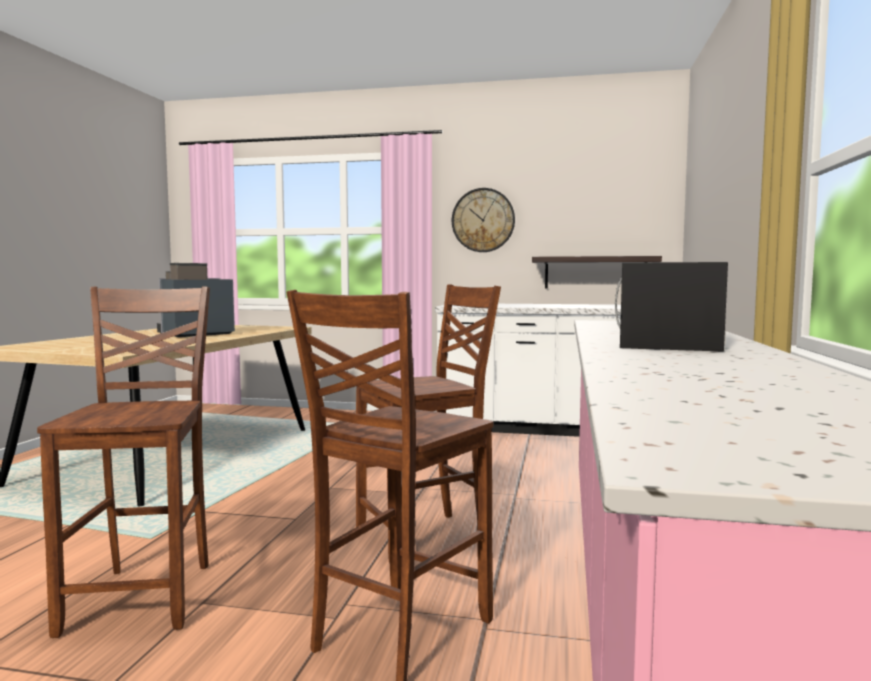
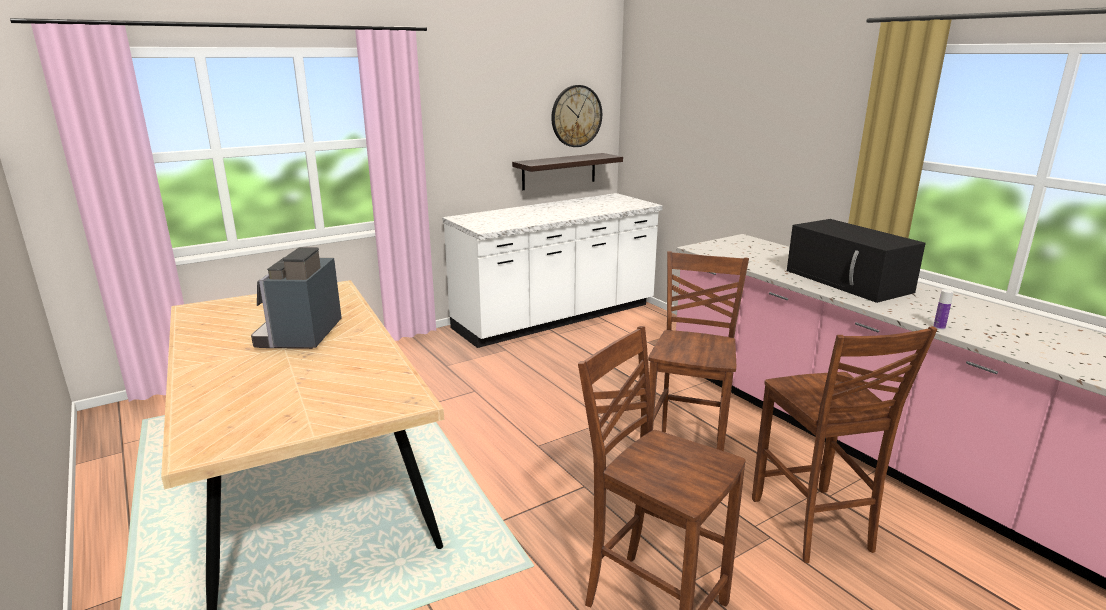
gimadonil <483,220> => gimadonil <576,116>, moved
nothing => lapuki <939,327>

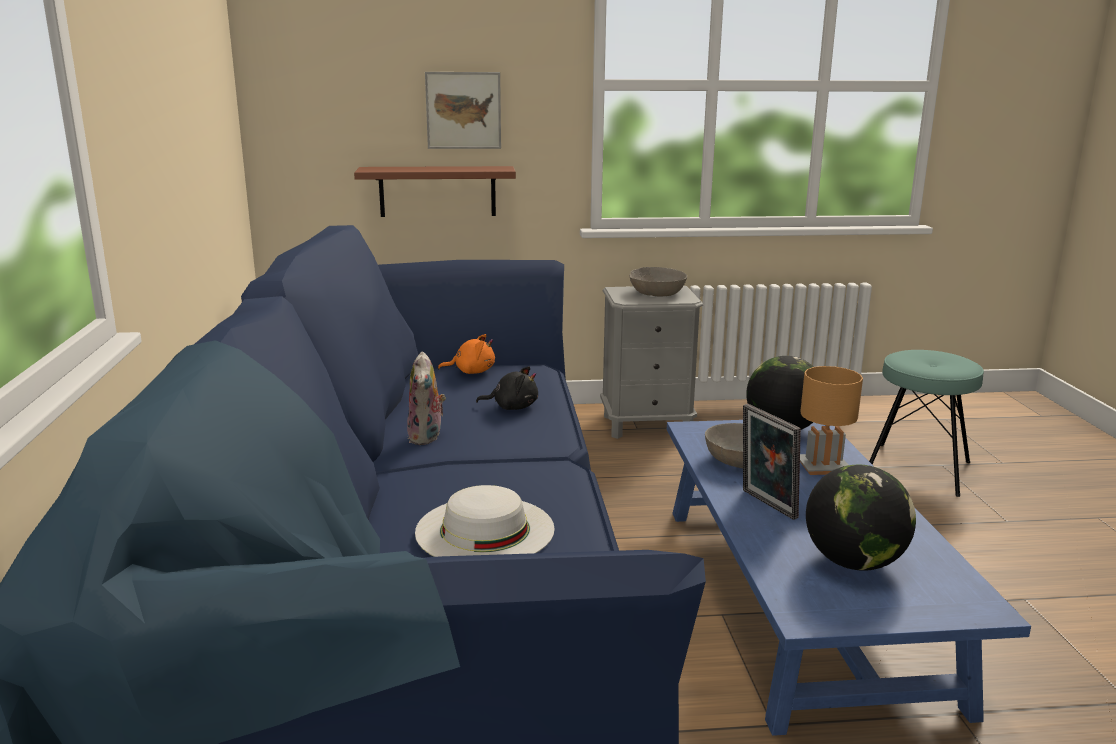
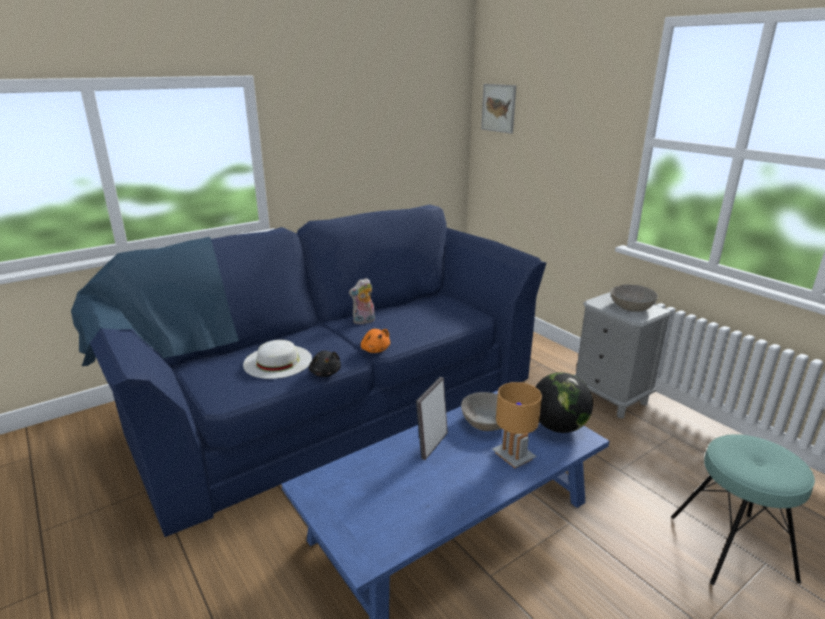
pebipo <463,110> => pebipo <498,108>, moved
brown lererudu <437,191> => nothing
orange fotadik <471,372> => orange fotadik <375,349>, moved
black fotadik <512,407> => black fotadik <325,373>, moved
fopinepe <853,562> => nothing

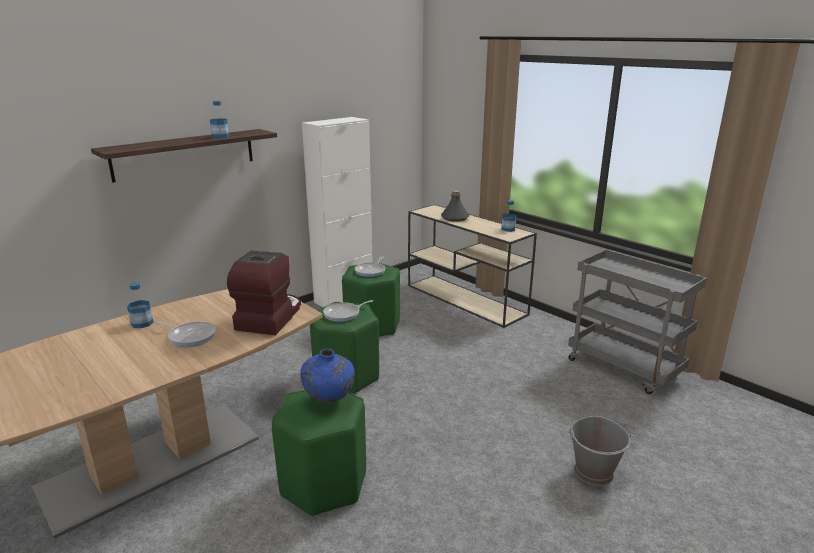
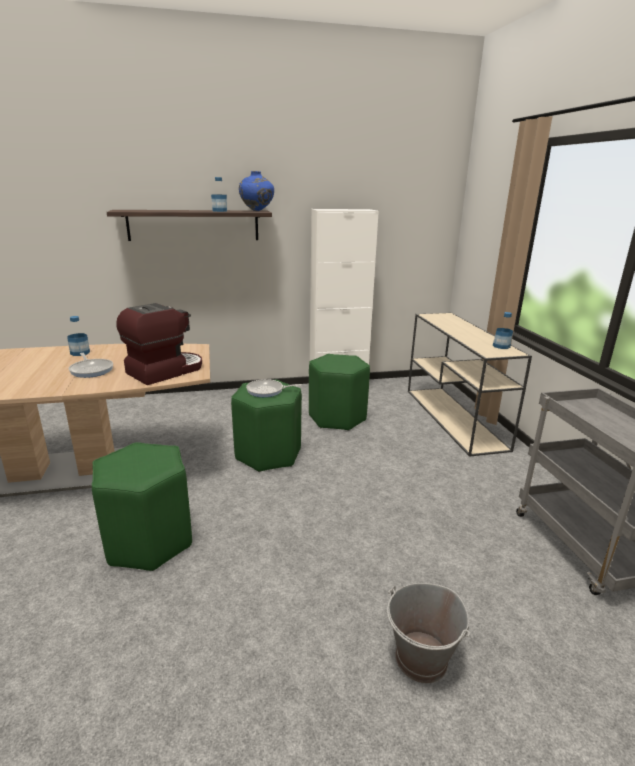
grey lapuki <455,218> => nothing
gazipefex <371,271> => nothing
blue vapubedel <329,400> => blue vapubedel <257,211>, moved

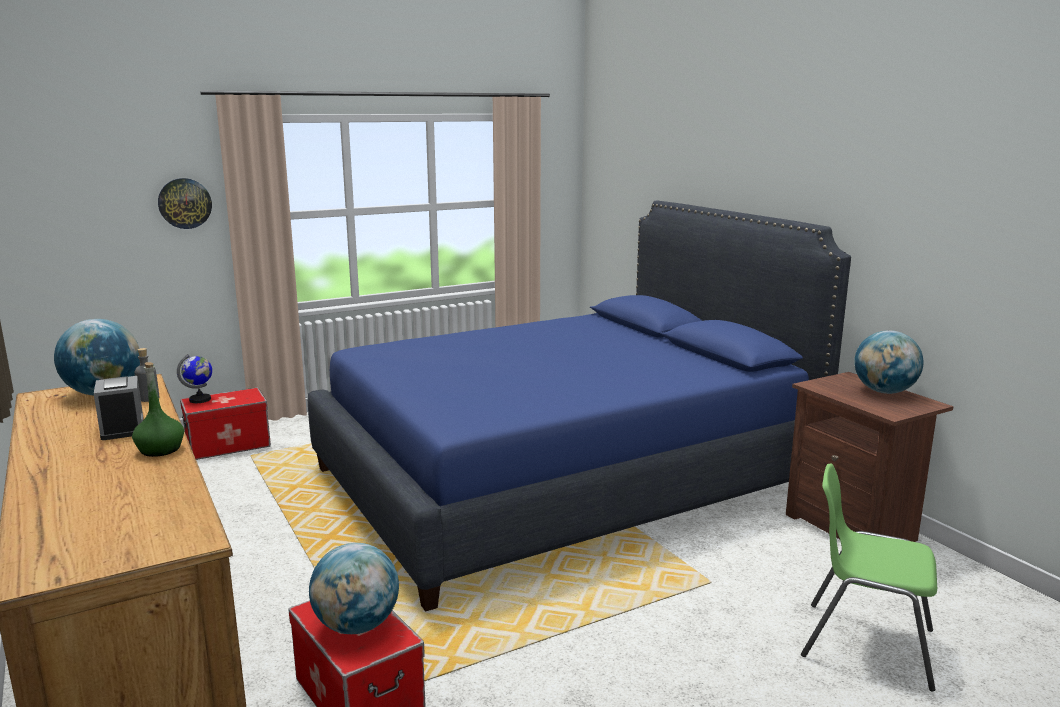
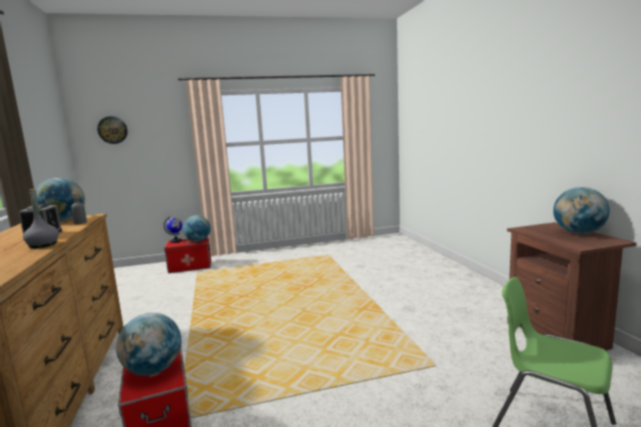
gimadonil <185,203> => gimadonil <112,130>, moved
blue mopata <562,481> => nothing
green lapuki <161,449> => grey lapuki <43,245>
nothing => fopinepe <198,241>

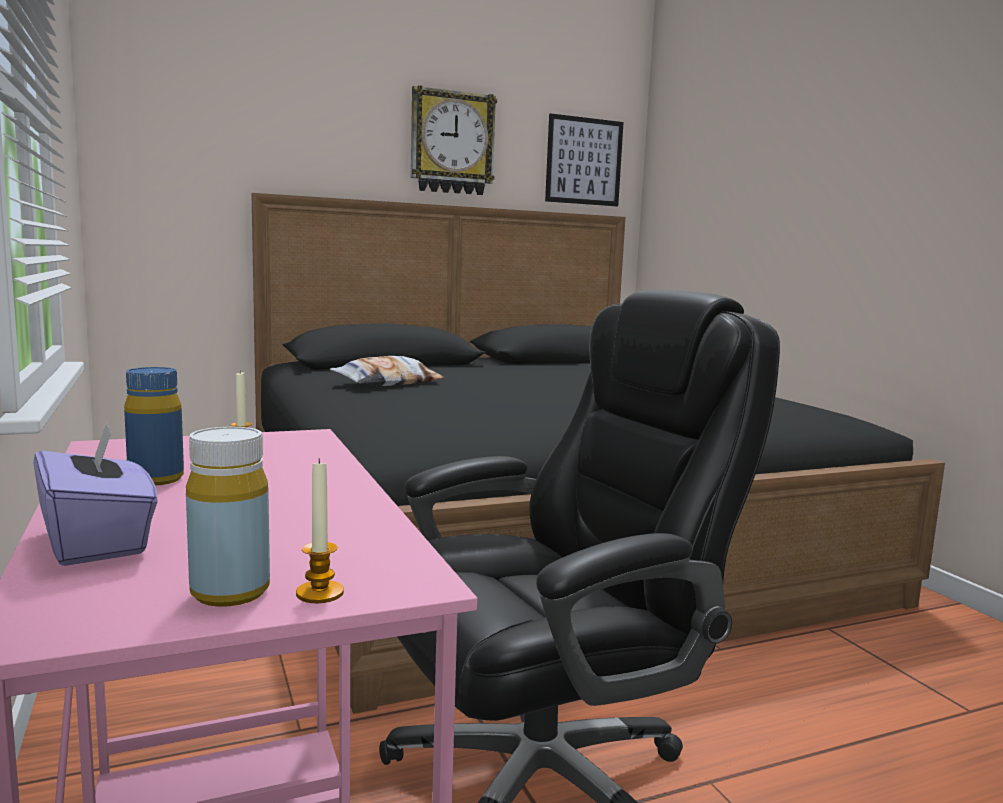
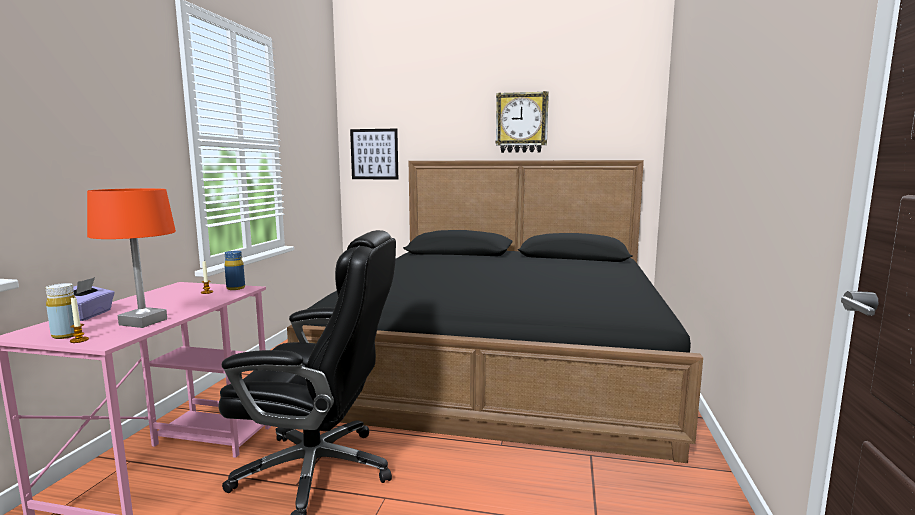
pebipo <584,161> => pebipo <374,154>, moved
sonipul <387,382> => nothing
blue lapuki <156,479> => blue lapuki <235,288>, moved
nothing => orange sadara <143,322>

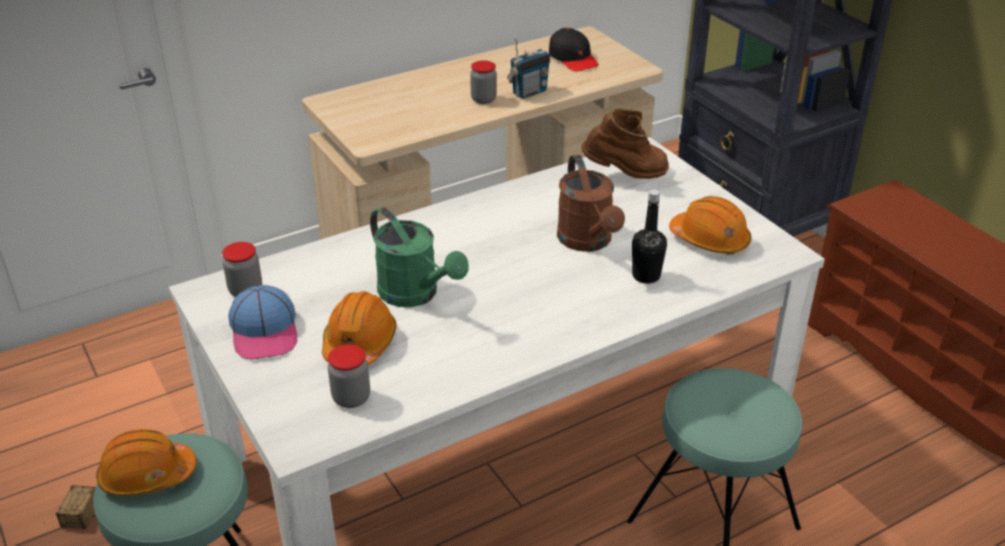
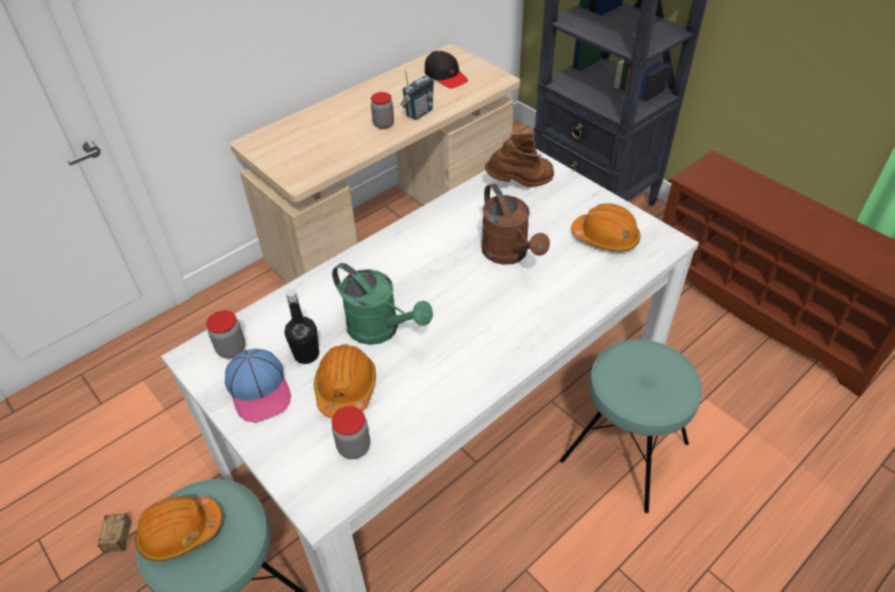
black lapuki <646,276> => black lapuki <306,354>, moved

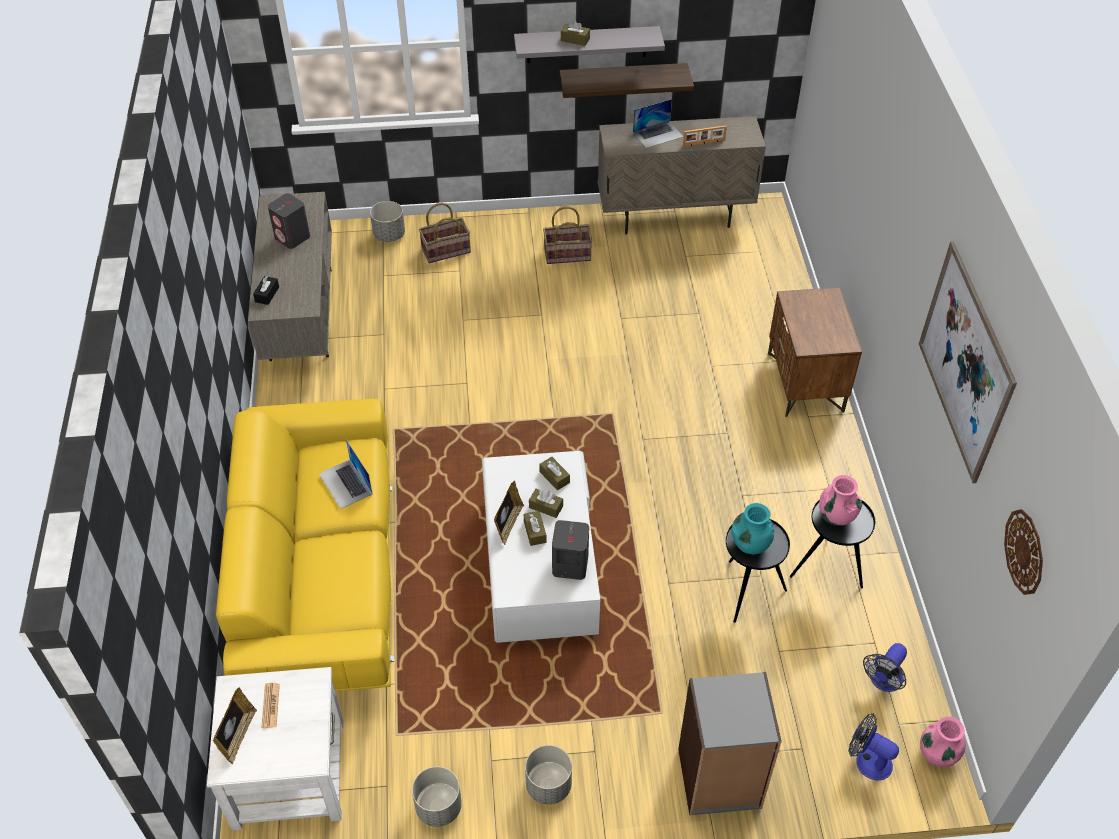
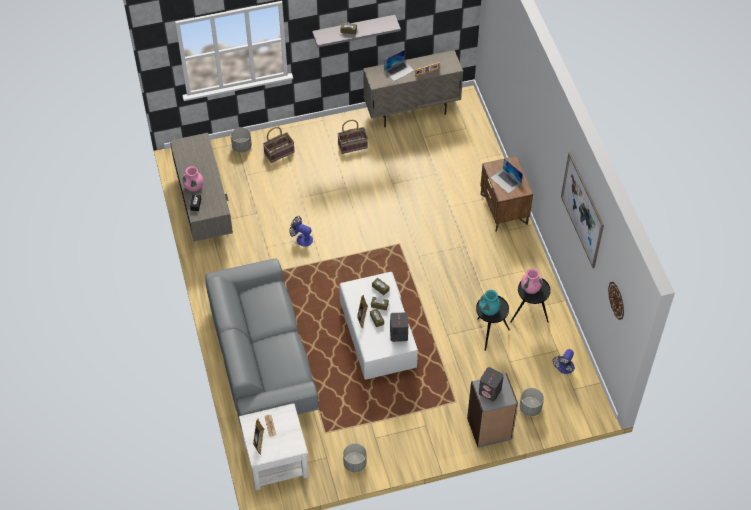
lererudu <623,80> => nothing
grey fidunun <292,237> => grey fidunun <490,391>, moved
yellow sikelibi <321,573> => grey sikelibi <262,357>
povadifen <345,484> => povadifen <506,181>, moved
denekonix <867,760> => denekonix <301,239>, moved
pink vapubedel <937,753> => pink vapubedel <194,186>, moved
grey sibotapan <548,785> => grey sibotapan <530,408>, moved

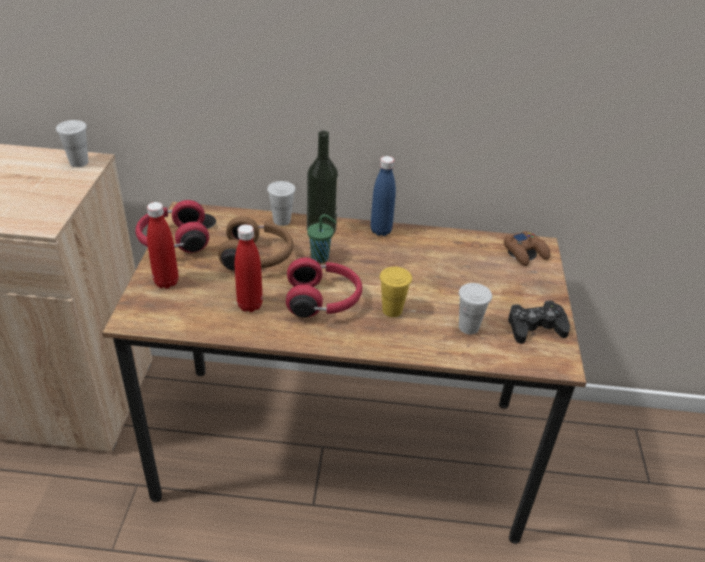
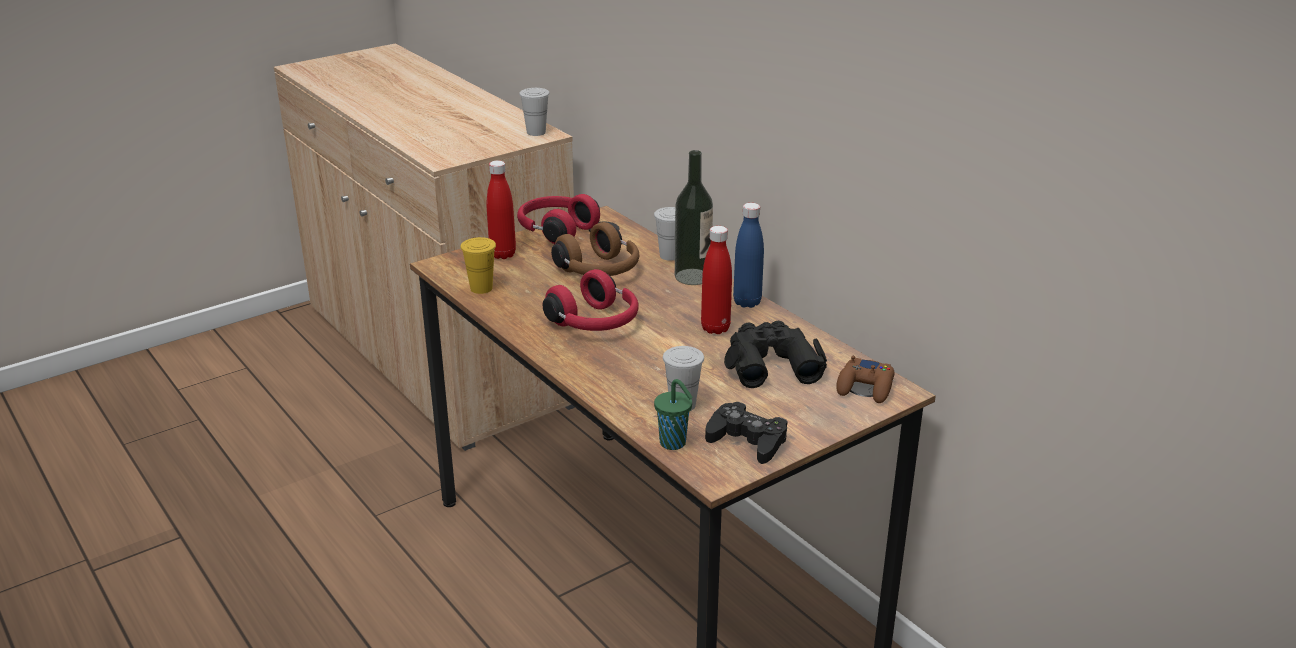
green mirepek <321,257> => green mirepek <674,443>, moved
red lapuki <250,305> => red lapuki <715,328>, moved
yellow mirepek <392,310> => yellow mirepek <481,288>, moved
nothing => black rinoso <771,363>

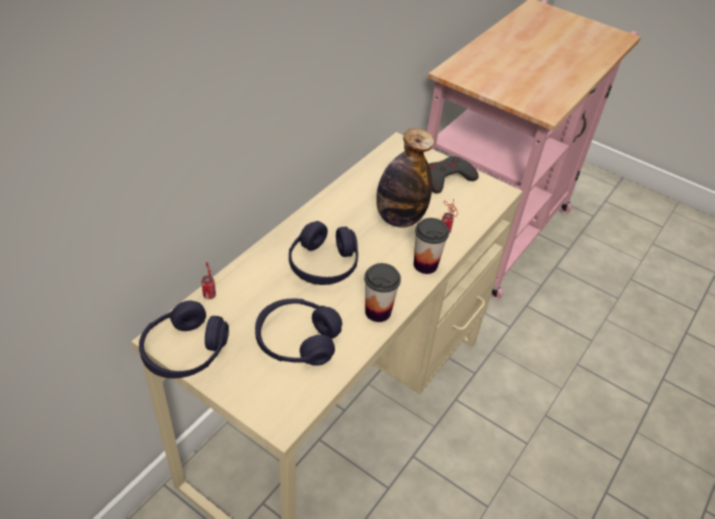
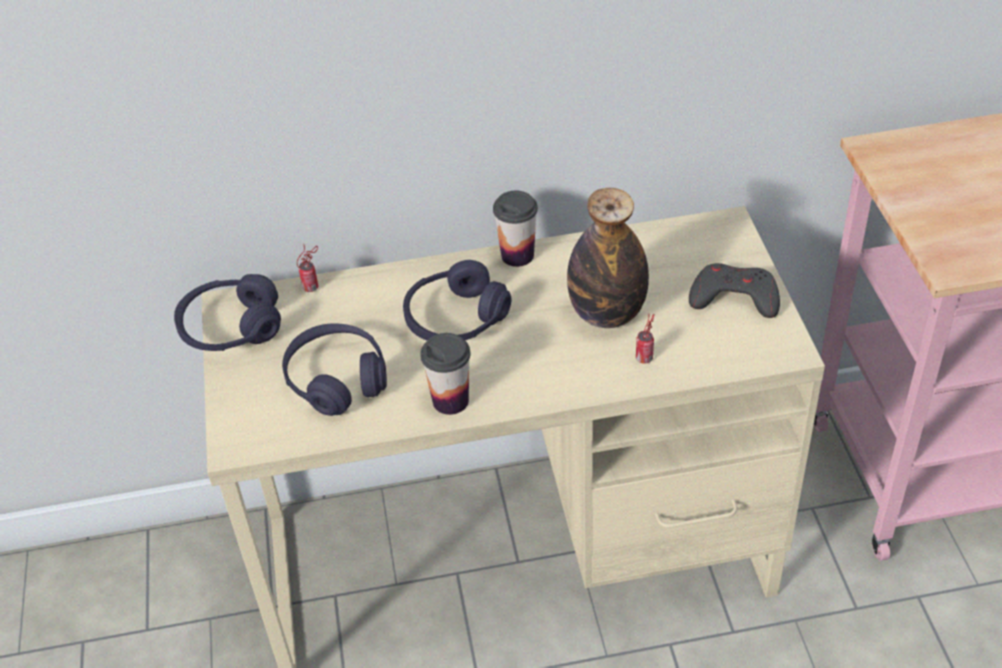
mirepek <425,265> => mirepek <517,255>, moved

